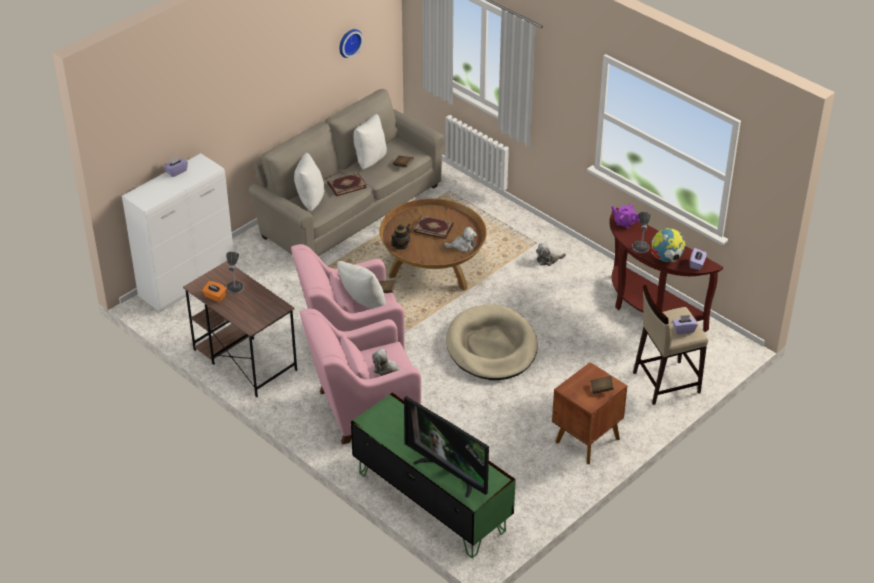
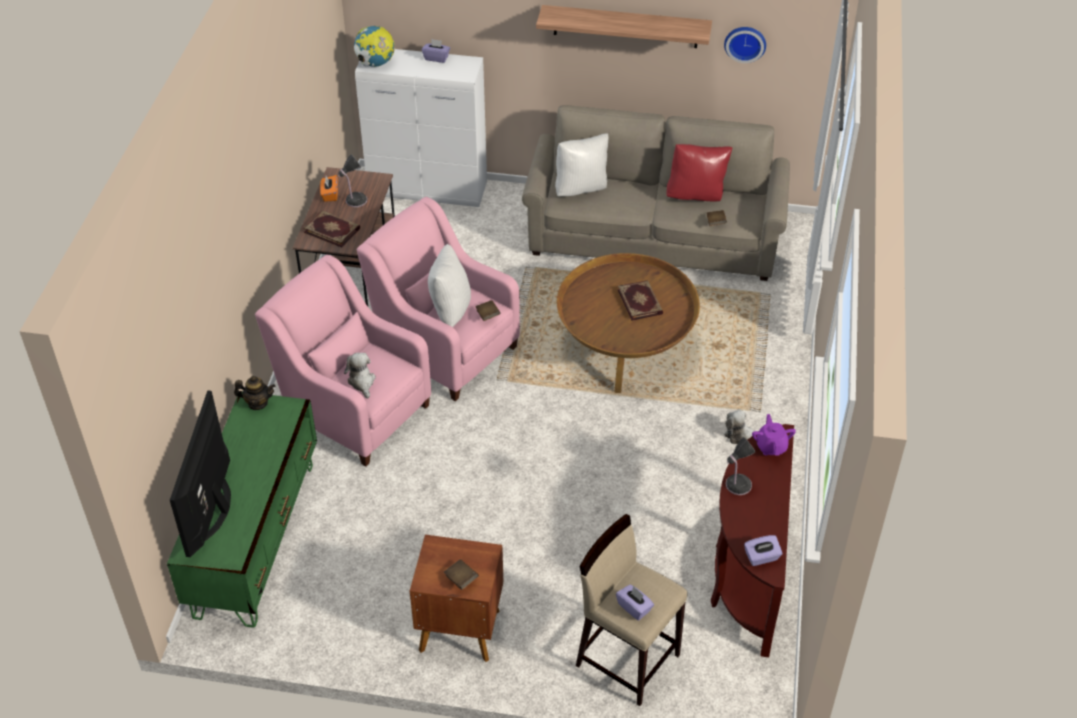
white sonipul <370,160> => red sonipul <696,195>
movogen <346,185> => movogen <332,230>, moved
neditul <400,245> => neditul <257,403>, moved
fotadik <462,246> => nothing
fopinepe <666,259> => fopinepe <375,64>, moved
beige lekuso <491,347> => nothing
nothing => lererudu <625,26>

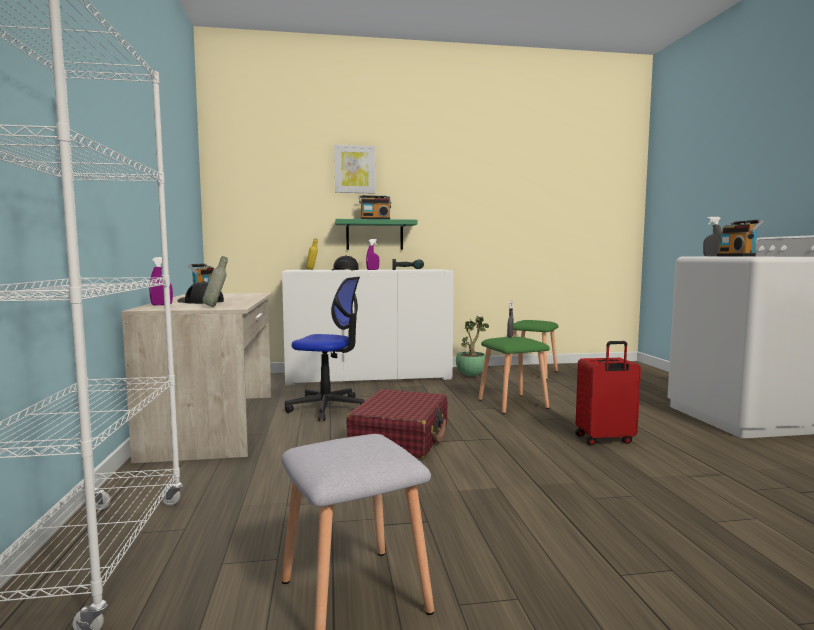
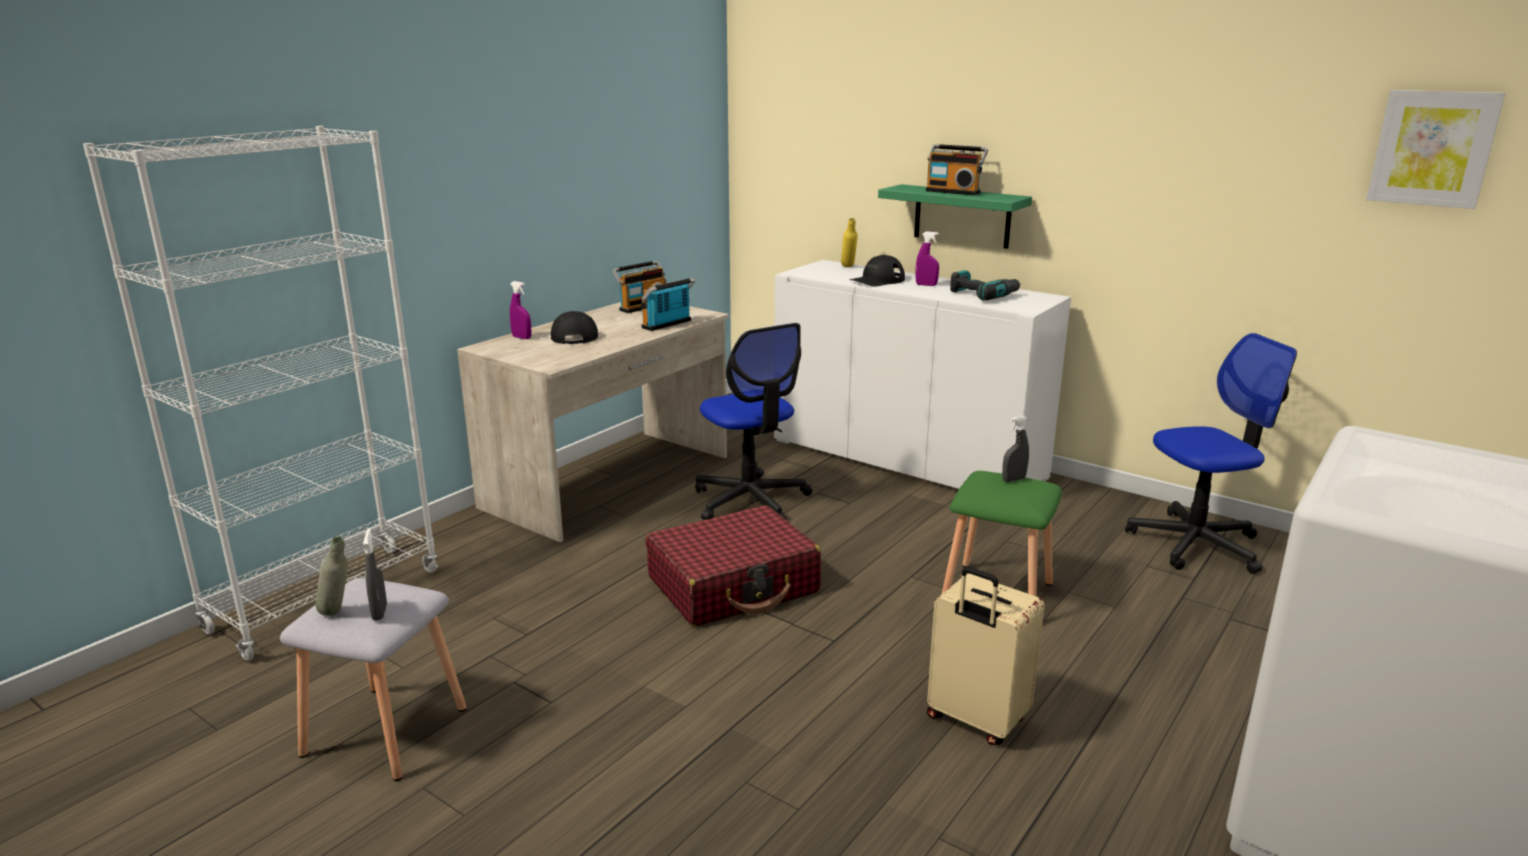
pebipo <354,169> => pebipo <1433,148>, moved
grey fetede <712,256> => grey fetede <379,612>, moved
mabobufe <737,256> => mabobufe <668,325>, moved
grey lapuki <216,306> => grey lapuki <338,614>, moved
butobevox <471,375> => nothing
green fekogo <533,373> => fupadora <1196,544>
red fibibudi <605,439> => beige fibibudi <975,720>

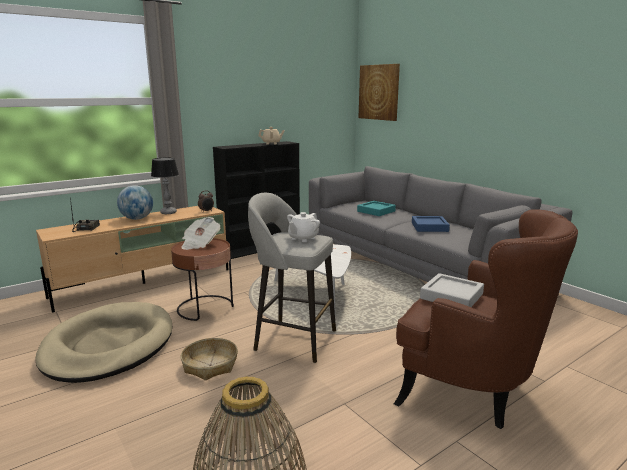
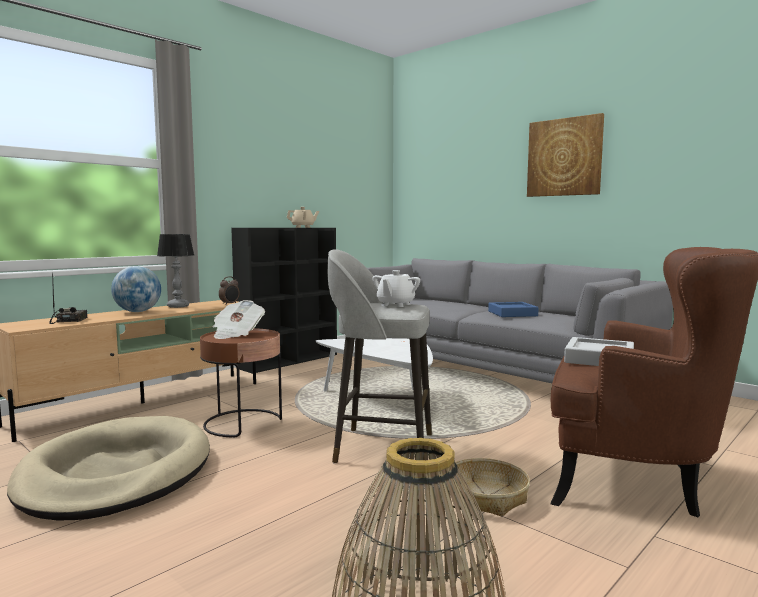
pebipo <379,92> => pebipo <564,157>, moved
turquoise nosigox <376,211> => nothing
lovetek <210,365> => lovetek <486,497>, moved

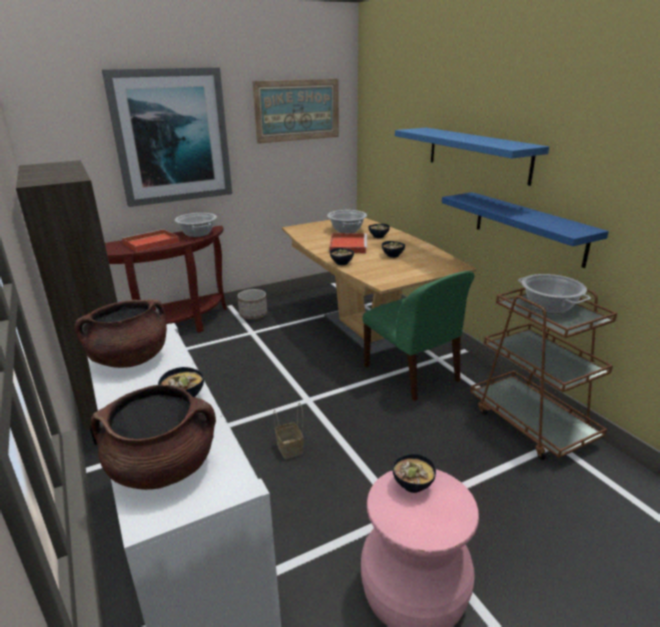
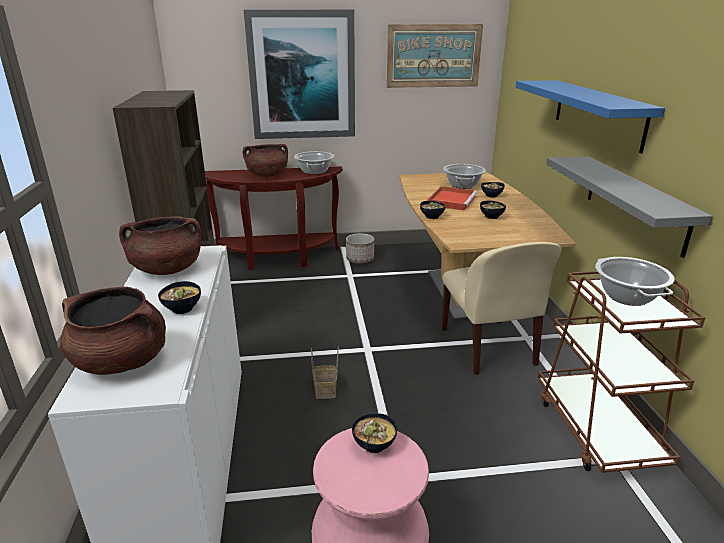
blue lererudu <528,227> => grey lererudu <635,203>
red nosigox <150,243> => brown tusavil <267,175>
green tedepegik <412,374> => beige tedepegik <488,348>

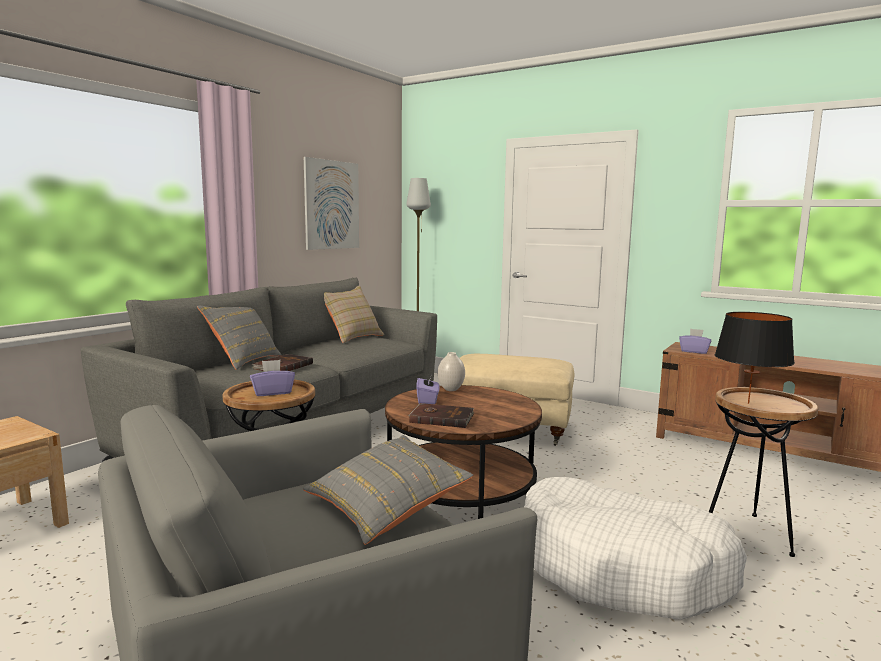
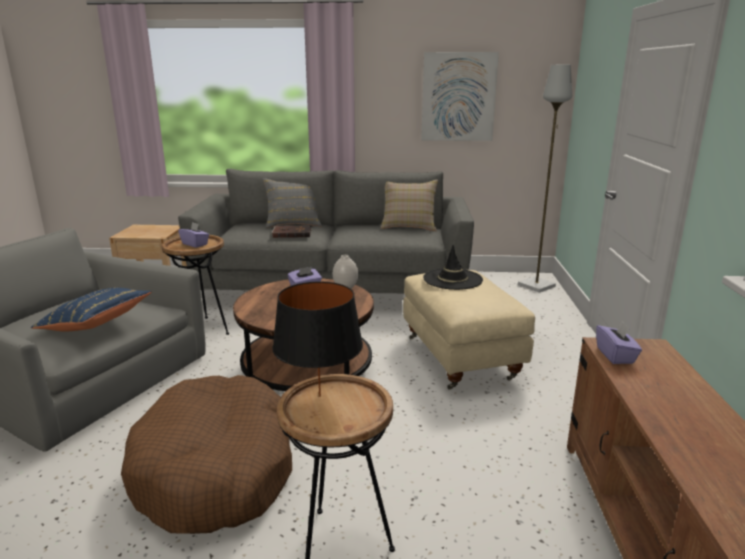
brown movogen <441,418> => nothing
grey sonipul <386,508> => blue sonipul <96,325>
white lekuso <621,567> => brown lekuso <216,470>
nothing => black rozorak <452,279>

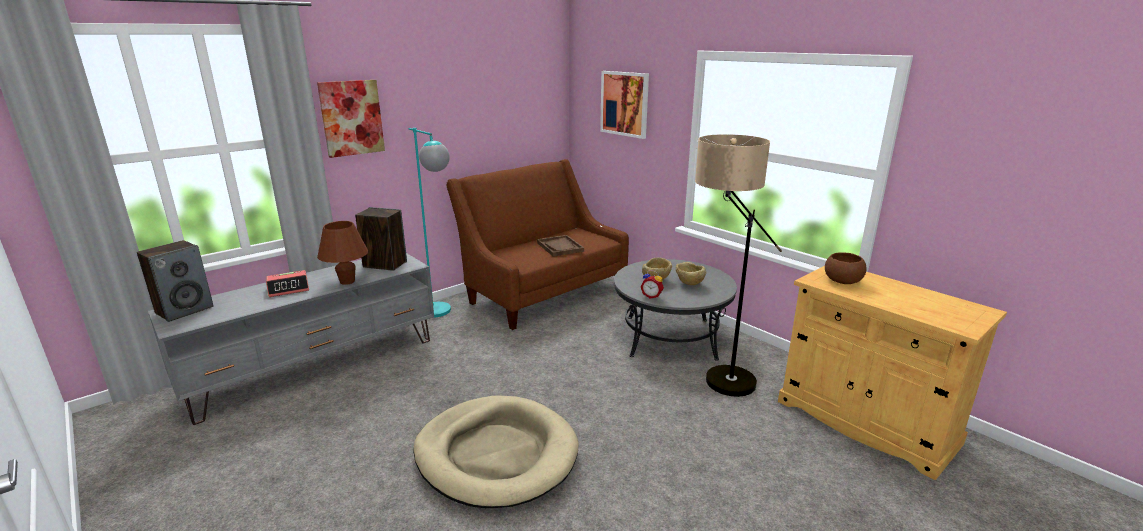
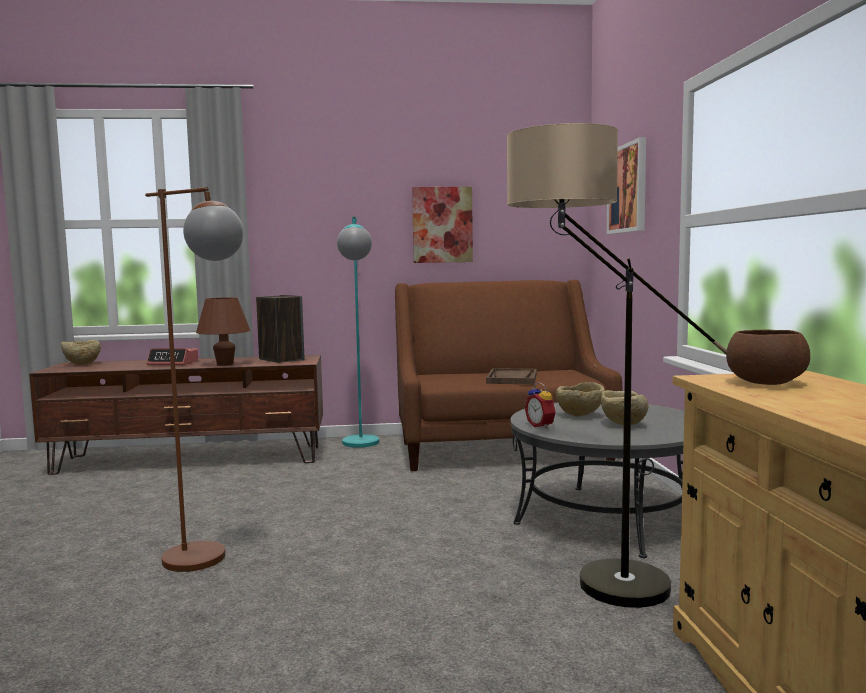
pebipo <351,118> => pebipo <442,225>, moved
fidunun <185,310> => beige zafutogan <82,364>
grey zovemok <317,366> => brown zovemok <192,459>
beige lekuso <496,454> => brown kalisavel <210,563>

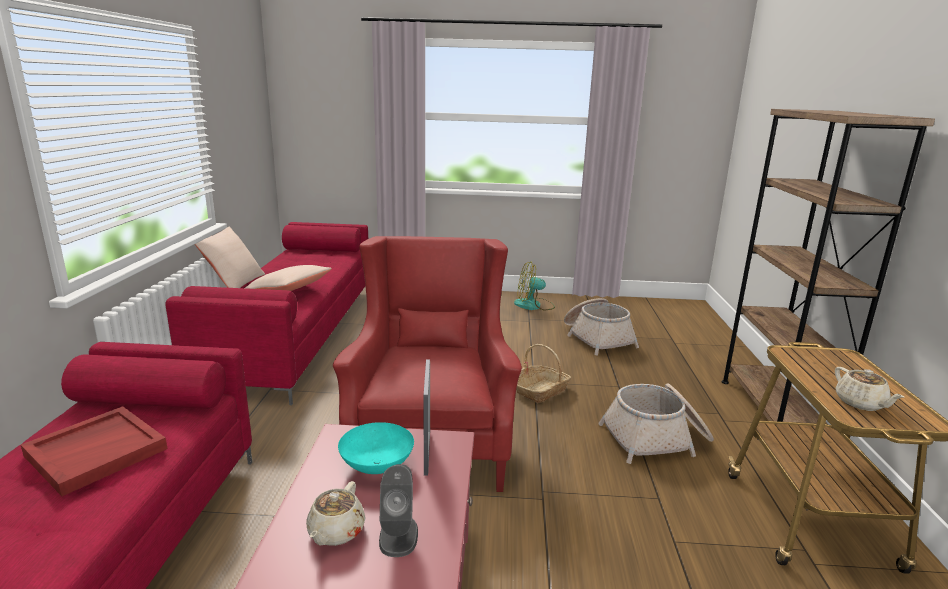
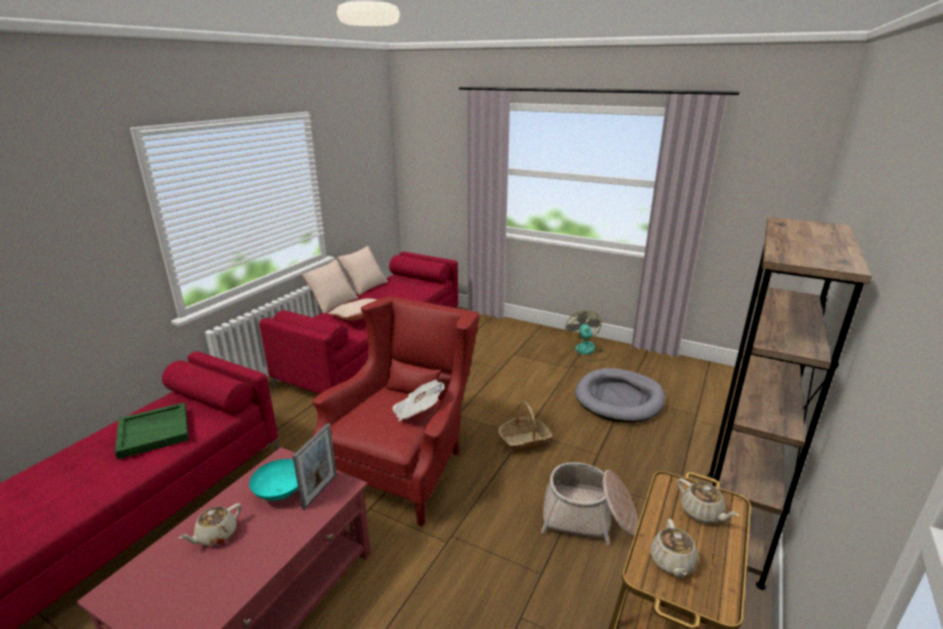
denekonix <534,305> => denekonix <587,352>, 60 degrees clockwise
lovetek <597,338> => grey lekuso <619,398>
red nosigox <97,451> => green nosigox <154,431>
grey fidunun <398,535> => nothing
nothing => beige sonipul <365,286>
nothing => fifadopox <417,411>
nothing => beige neditul <702,513>

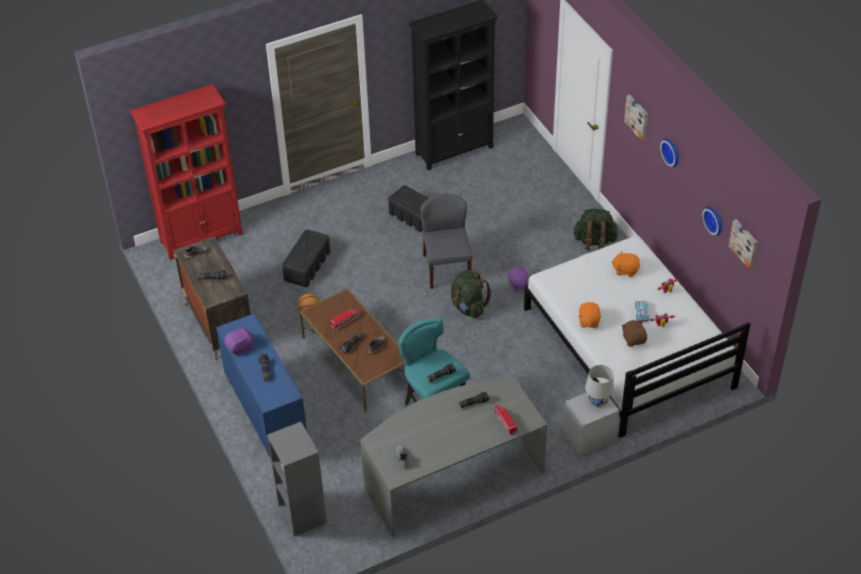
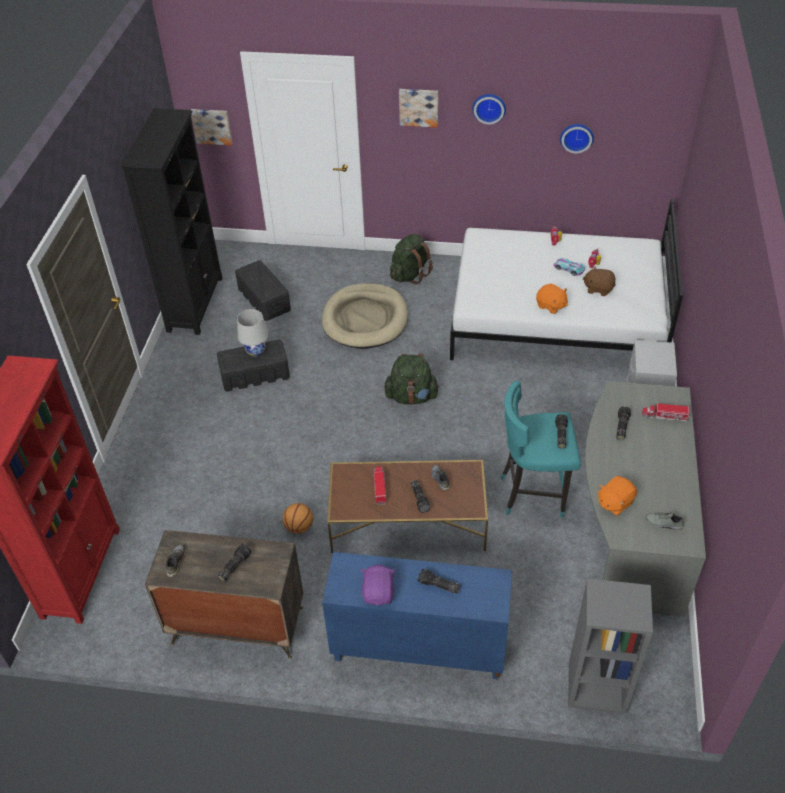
grey tedepegik <446,269> => nothing
pebipo <744,243> => pebipo <212,126>, moved
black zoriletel <307,265> => black zoriletel <264,299>, moved
orange fotadik <625,270> => orange fotadik <614,503>, moved
purple fotadik <518,284> => nothing
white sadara <598,401> => white sadara <256,350>, moved
nothing => beige lekuso <365,319>

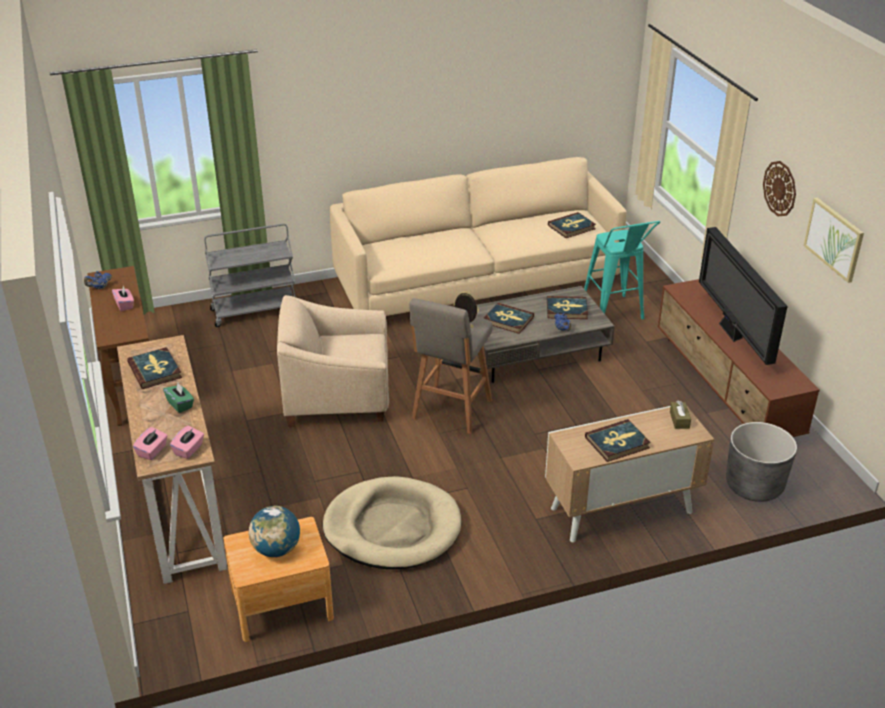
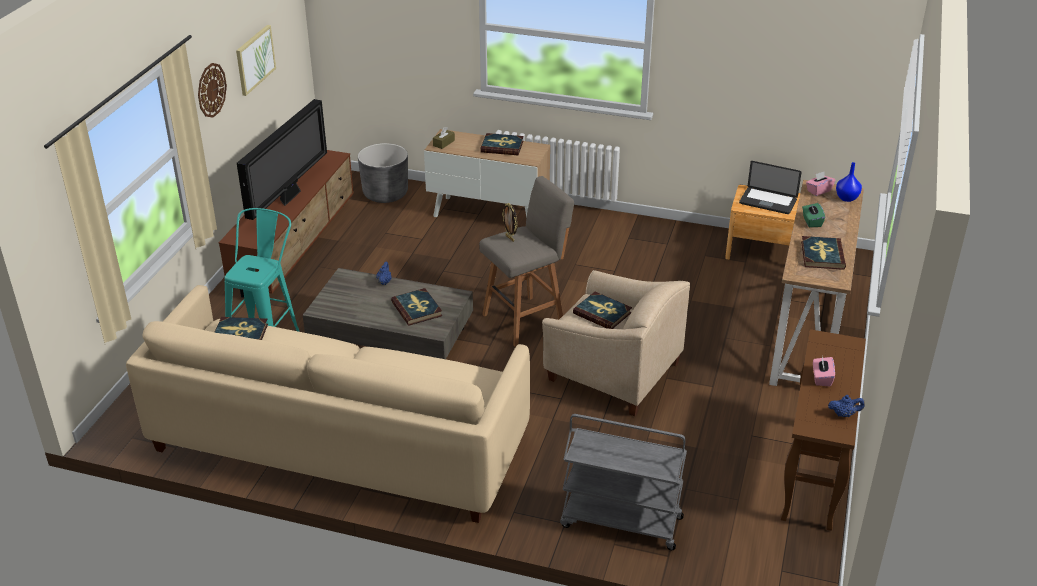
movogen <566,309> => movogen <602,313>, moved
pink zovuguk <152,451> => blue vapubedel <846,198>
beige lekuso <392,528> => nothing
fopinepe <276,549> => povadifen <768,202>

